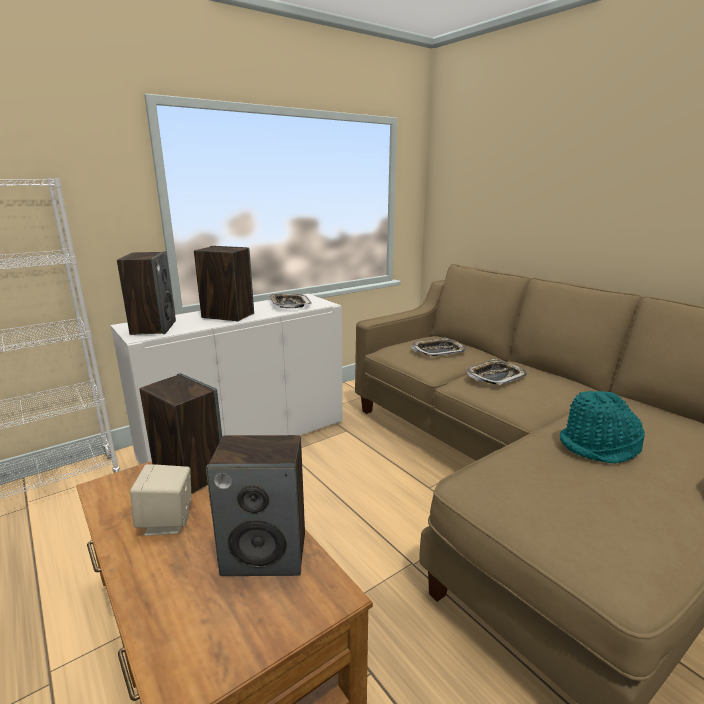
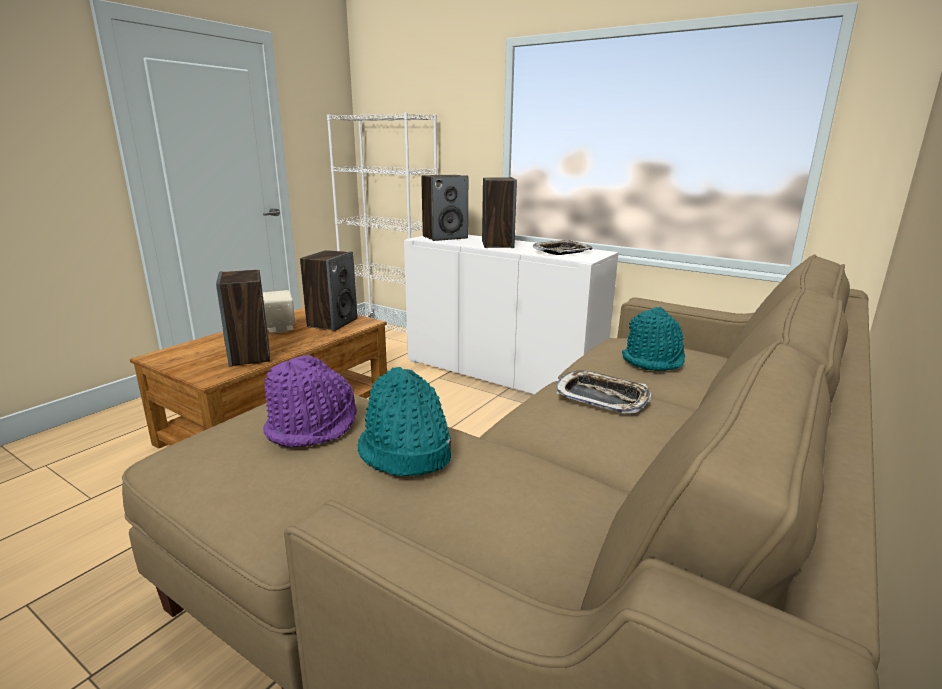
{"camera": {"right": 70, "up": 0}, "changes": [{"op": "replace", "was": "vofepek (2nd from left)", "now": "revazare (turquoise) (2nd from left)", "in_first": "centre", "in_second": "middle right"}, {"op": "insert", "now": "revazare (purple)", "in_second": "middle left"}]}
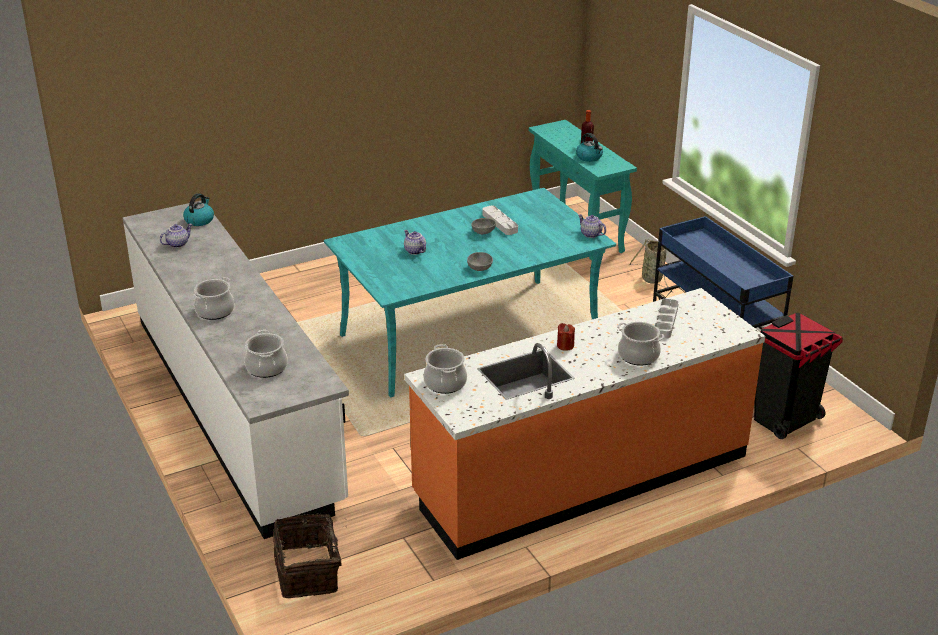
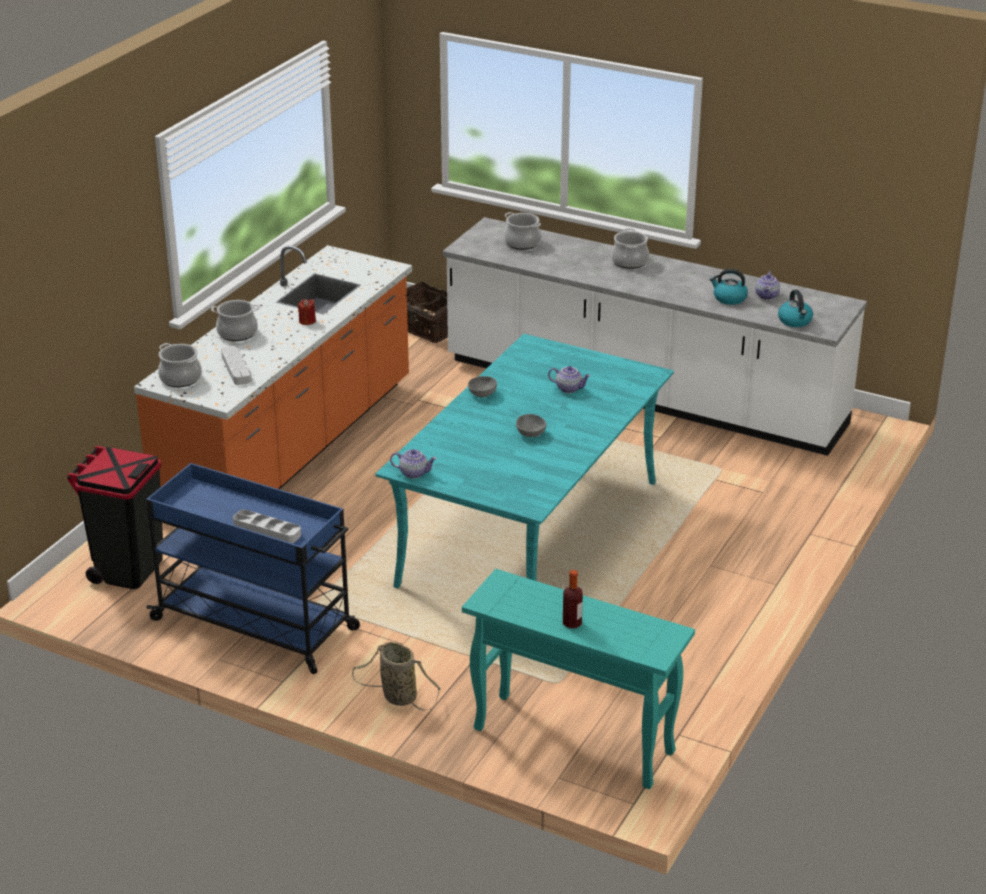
{"camera": {"right": 145, "up": 0}, "changes": [{"op": "move", "was": "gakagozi (3rd from left in the first image)", "now": "gakagozi (1st from left)", "in_first": "centre", "in_second": "middle left"}, {"op": "move", "was": "vofepek (grey) (1st from left in the first image)", "now": "vofepek (grey) (2nd from left)", "in_first": "centre", "in_second": "middle left"}, {"op": "move", "was": "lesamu (2nd from left in the first image)", "now": "lesamu (1st from left)", "in_first": "top centre", "in_second": "top right"}]}
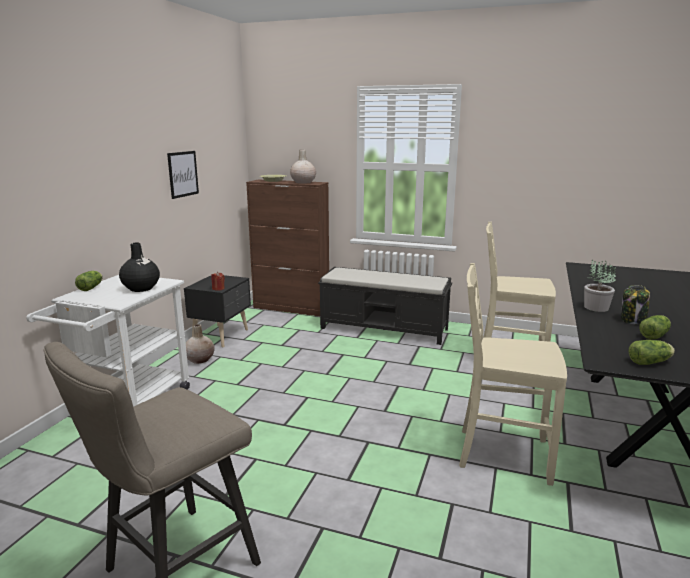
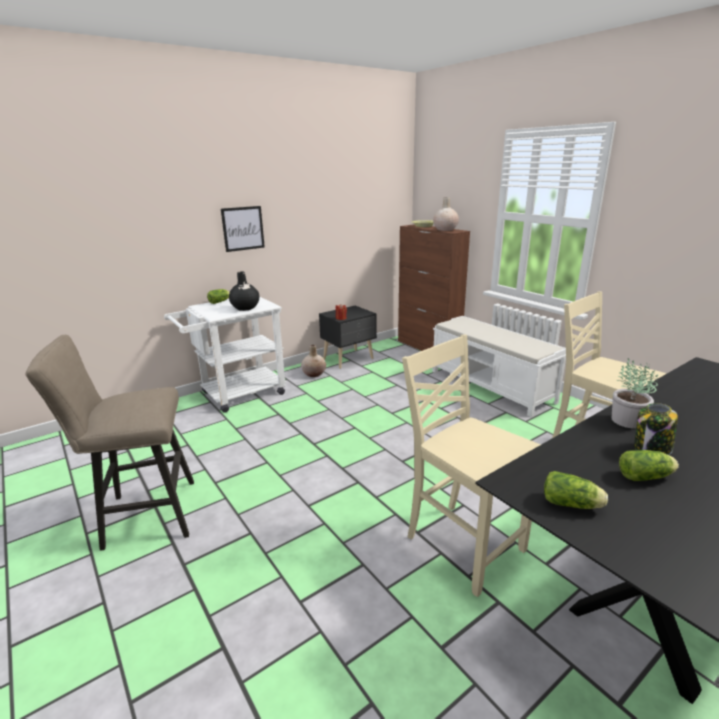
{"camera": {"right": 35, "up": 5}, "changes": [{"op": "move", "was": "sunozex", "in_first": "top left", "in_second": "top centre"}, {"op": "recolor", "was": "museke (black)", "now": "museke (white)", "in_first": "centre", "in_second": "middle right"}]}
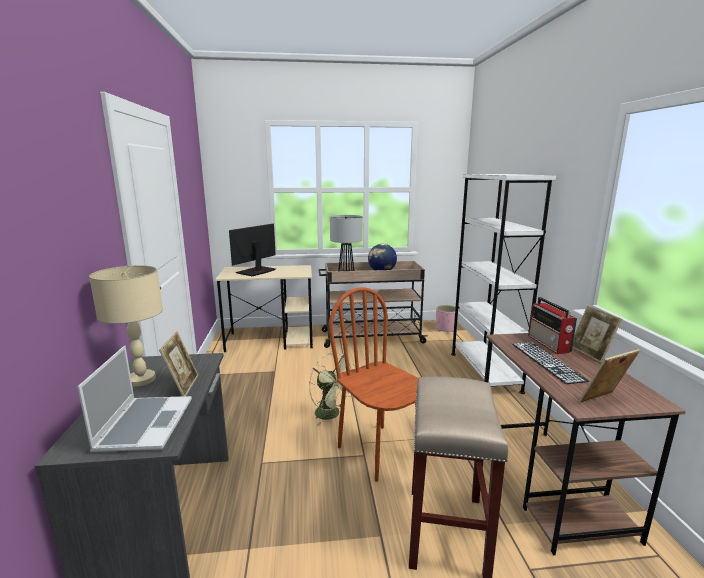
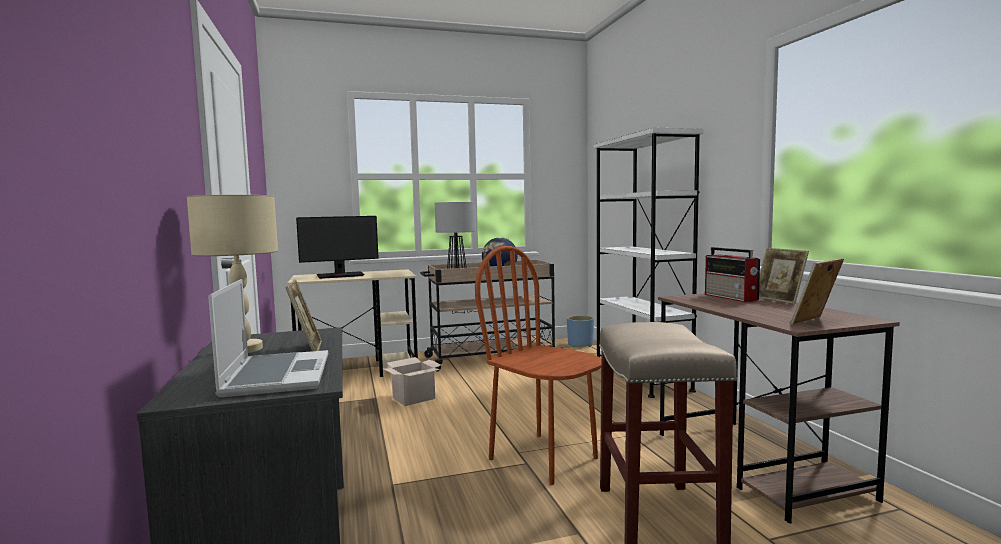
{"camera": {"right": -10, "up": -10}, "changes": [{"op": "rotate", "was": "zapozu", "in_first": "centre", "in_second": "centre", "clockwise": -135}, {"op": "delete", "was": "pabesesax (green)", "in_first": "bottom centre"}, {"op": "recolor", "was": "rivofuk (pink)", "now": "rivofuk (blue)", "in_first": "centre", "in_second": "centre"}, {"op": "delete", "was": "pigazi", "in_first": "middle right"}, {"op": "insert", "now": "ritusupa", "in_second": "bottom centre"}]}
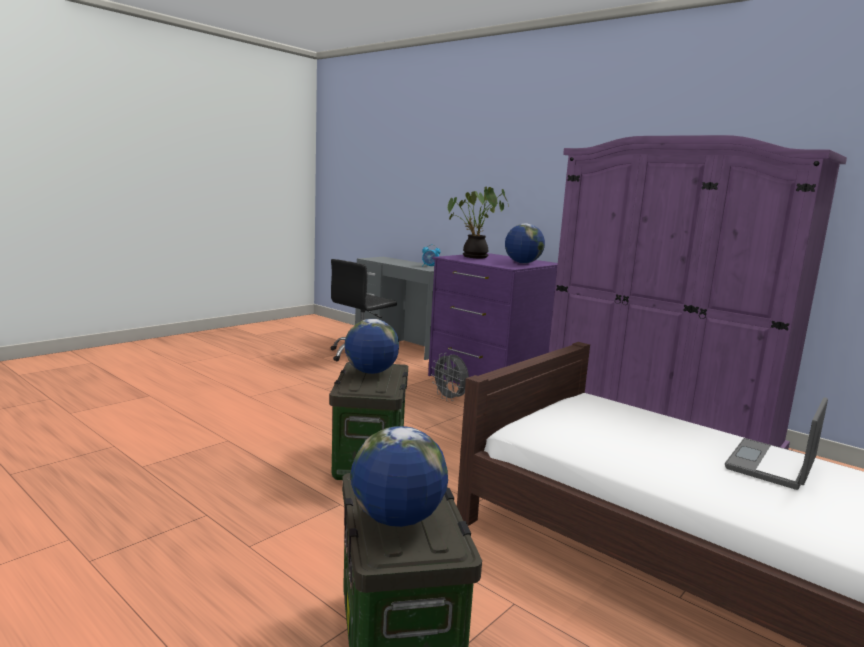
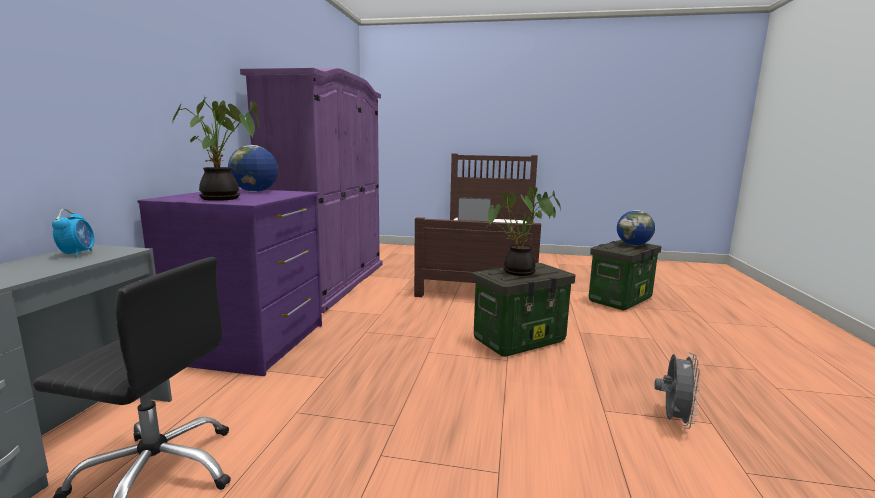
{"camera": {"right": -120, "up": 0}, "changes": [{"op": "replace", "was": "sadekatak (1st from left)", "now": "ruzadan (2nd from left)", "in_first": "centre", "in_second": "centre"}, {"op": "move", "was": "pabesesax (grey)", "in_first": "centre", "in_second": "bottom right"}]}
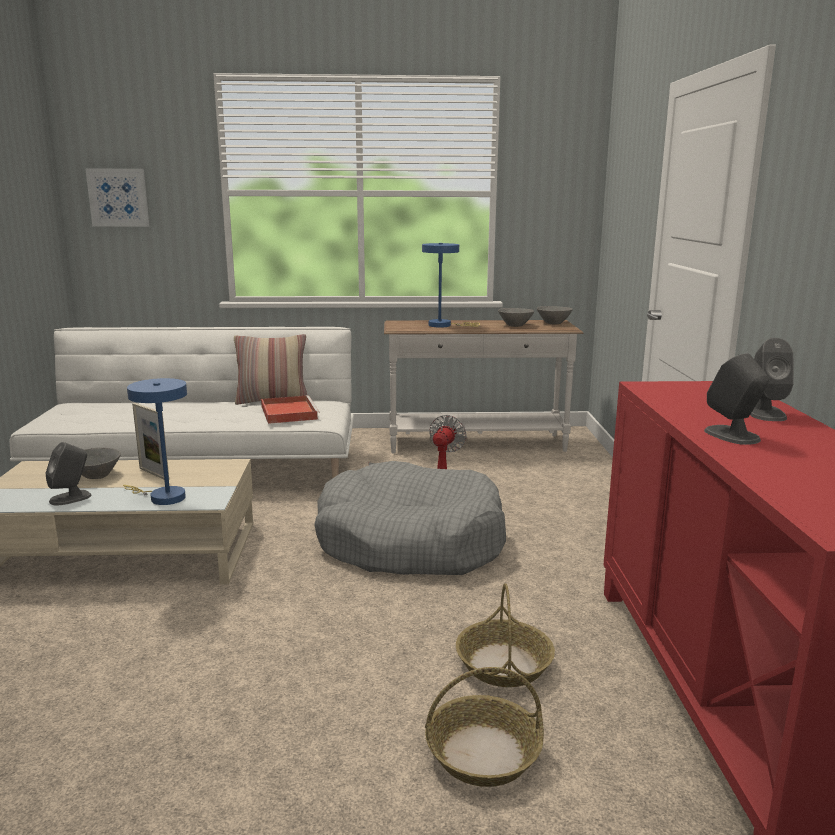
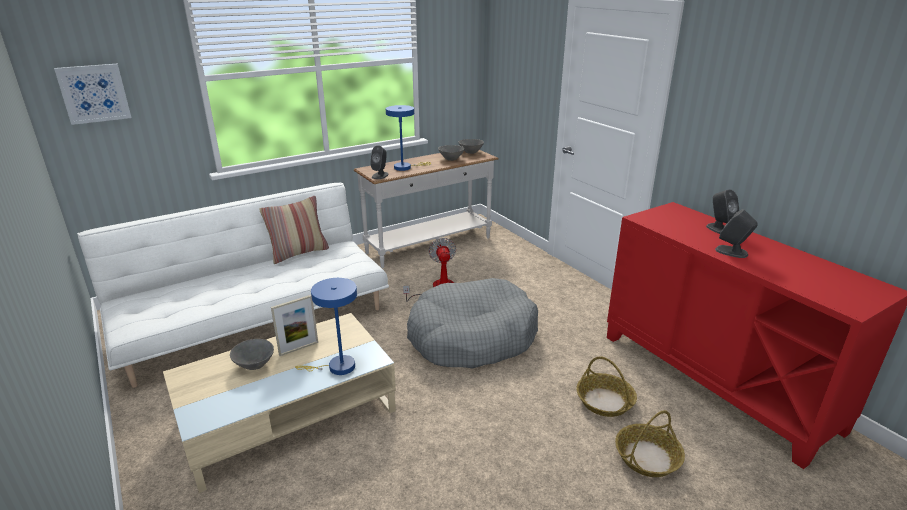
{"camera": {"right": -30, "up": 10}, "changes": [{"op": "move", "was": "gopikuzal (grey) (1st from left)", "in_first": "middle left", "in_second": "top centre"}, {"op": "rotate", "was": "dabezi", "in_first": "middle left", "in_second": "middle left", "clockwise": -45}, {"op": "delete", "was": "vofepek (red)", "in_first": "centre"}]}
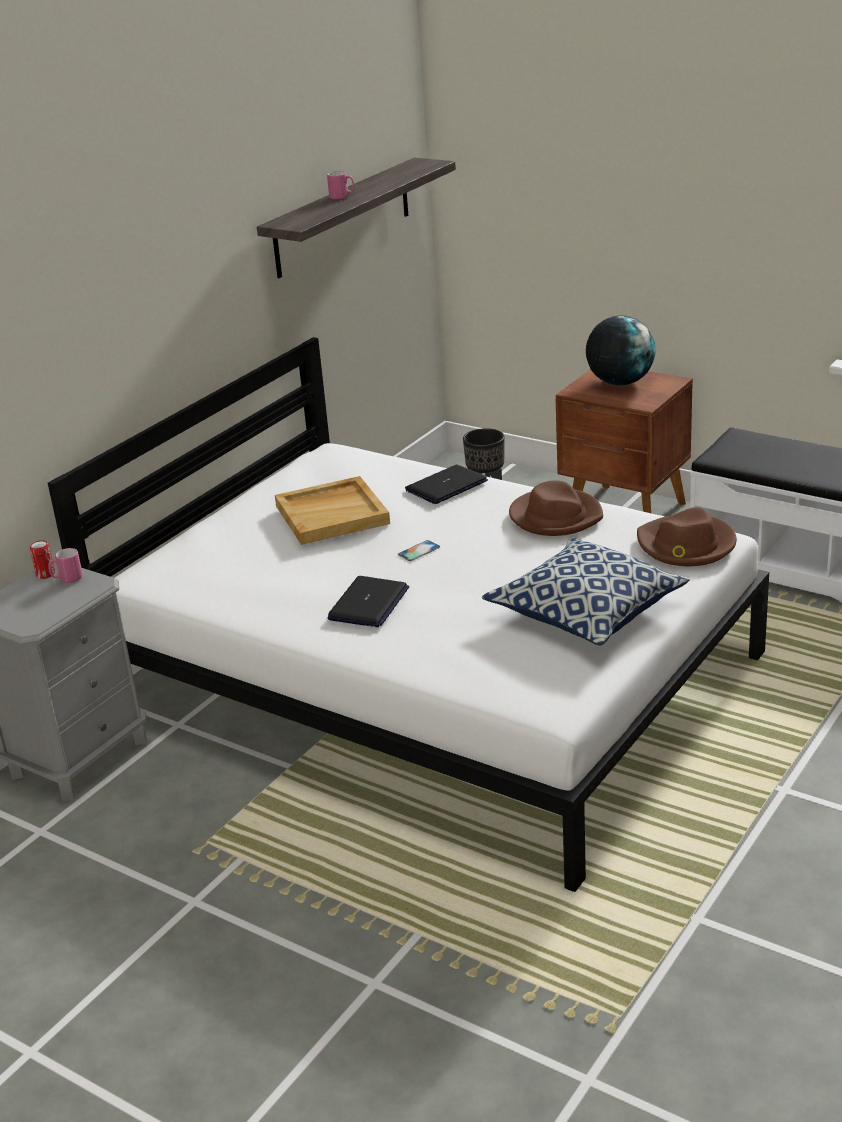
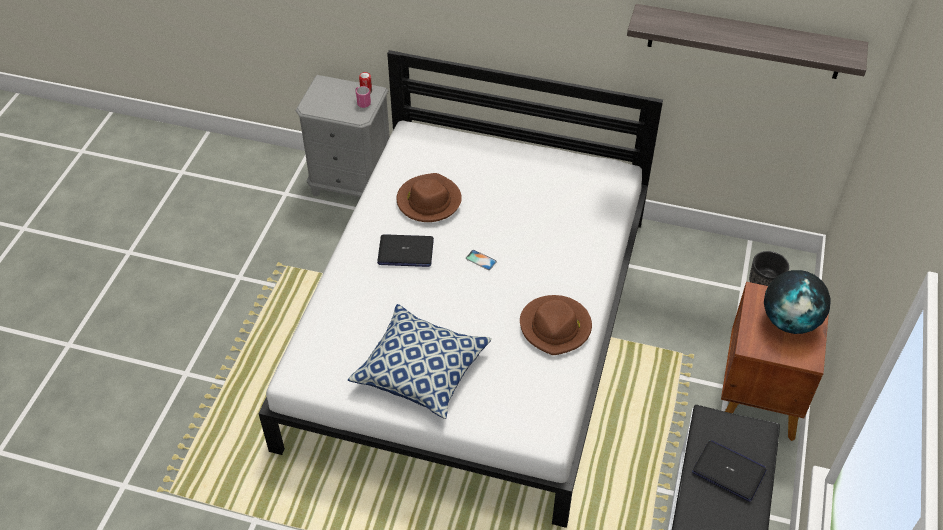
{"camera": {"right": 70, "up": 20}, "changes": [{"op": "delete", "was": "vofepek (beige)", "in_first": "centre"}, {"op": "delete", "was": "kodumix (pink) (2nd from left)", "in_first": "top centre"}, {"op": "move", "was": "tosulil (2nd from left)", "in_first": "centre", "in_second": "bottom right"}, {"op": "move", "was": "revazare (brown) (2nd from left in the first image)", "now": "revazare (brown) (1st from left)", "in_first": "middle right", "in_second": "centre"}]}
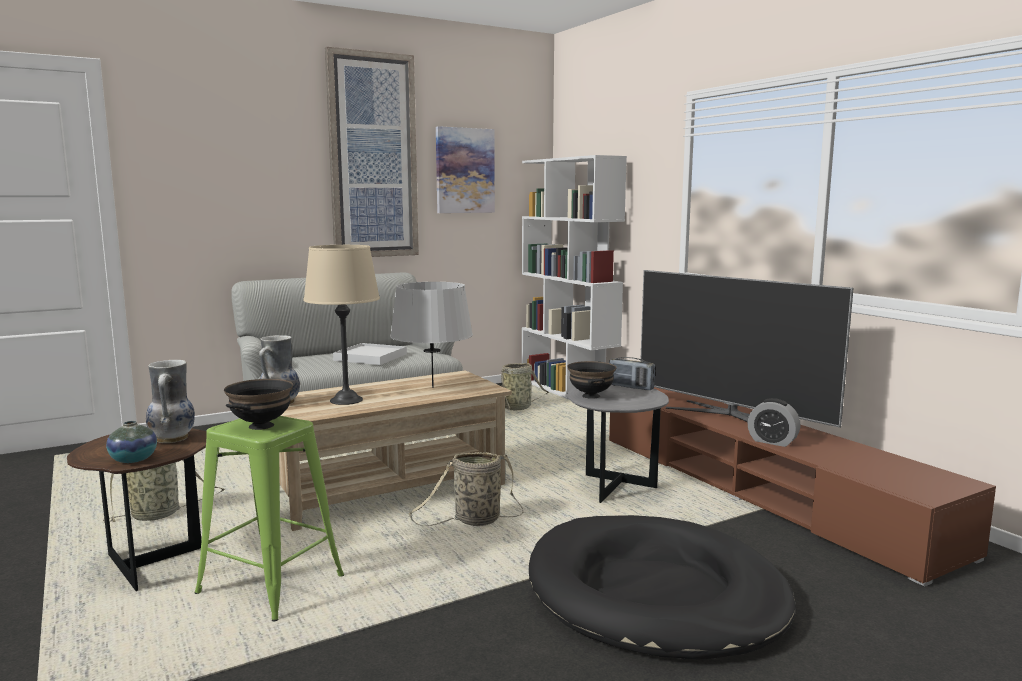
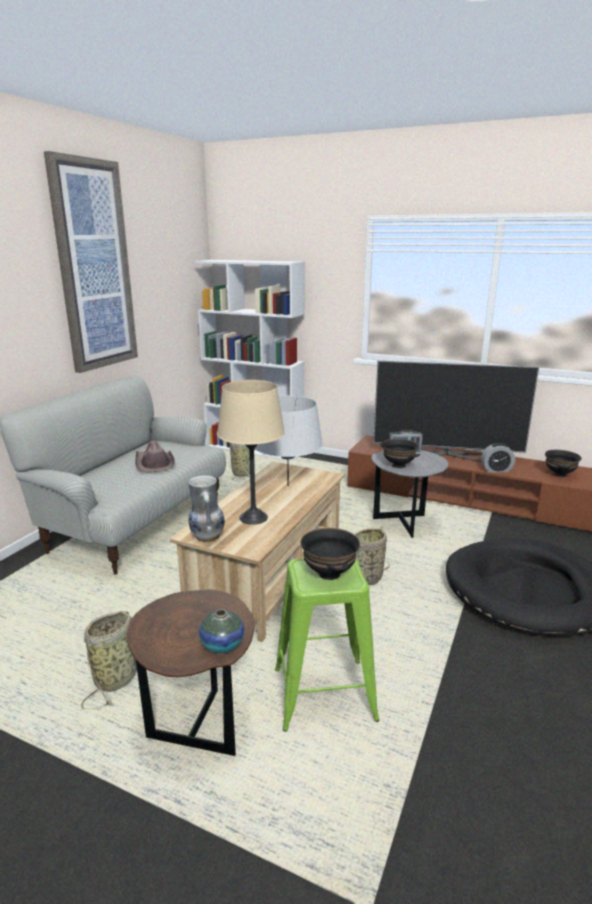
{"camera": {"right": -35, "up": 10}, "changes": [{"op": "delete", "was": "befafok (2nd from left)", "in_first": "middle left"}, {"op": "replace", "was": "vofepek (white)", "now": "revazare (brown)", "in_first": "centre", "in_second": "middle left"}, {"op": "delete", "was": "sunozex (2nd from left)", "in_first": "top centre"}, {"op": "insert", "now": "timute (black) (3rd from left)", "in_second": "middle right"}]}
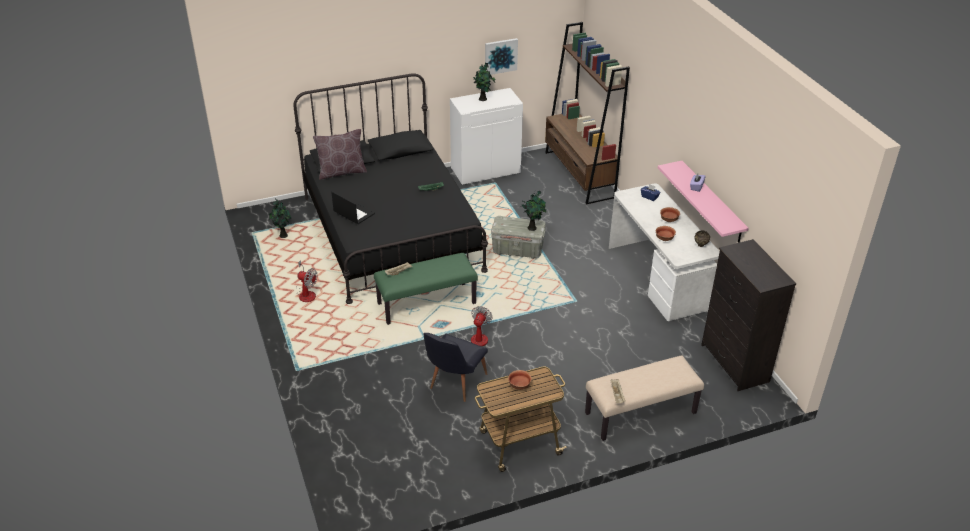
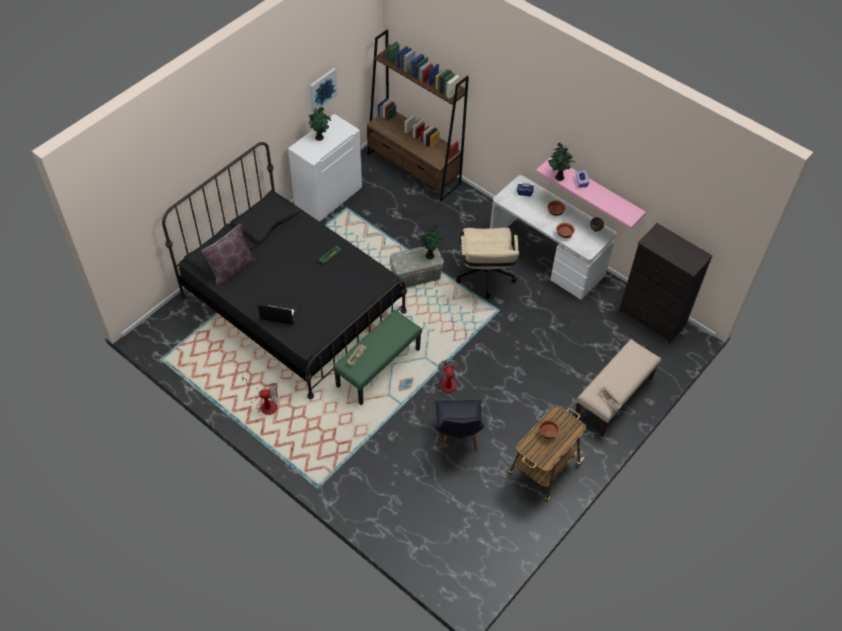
{"camera": {"right": -30, "up": 15}, "changes": [{"op": "move", "was": "ruzadan (1st from left in the first image)", "now": "ruzadan (3rd from left)", "in_first": "middle left", "in_second": "top right"}, {"op": "insert", "now": "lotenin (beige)", "in_second": "centre"}]}
